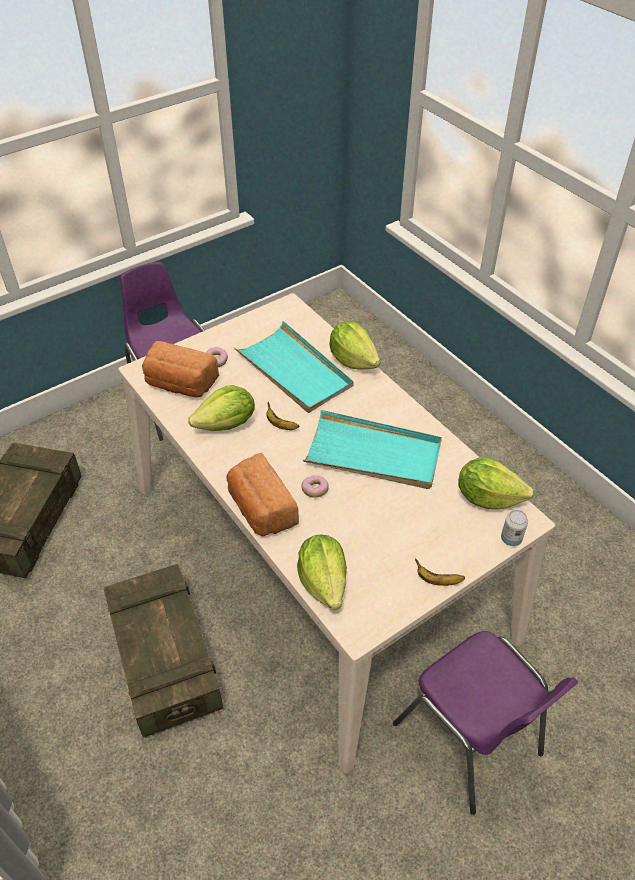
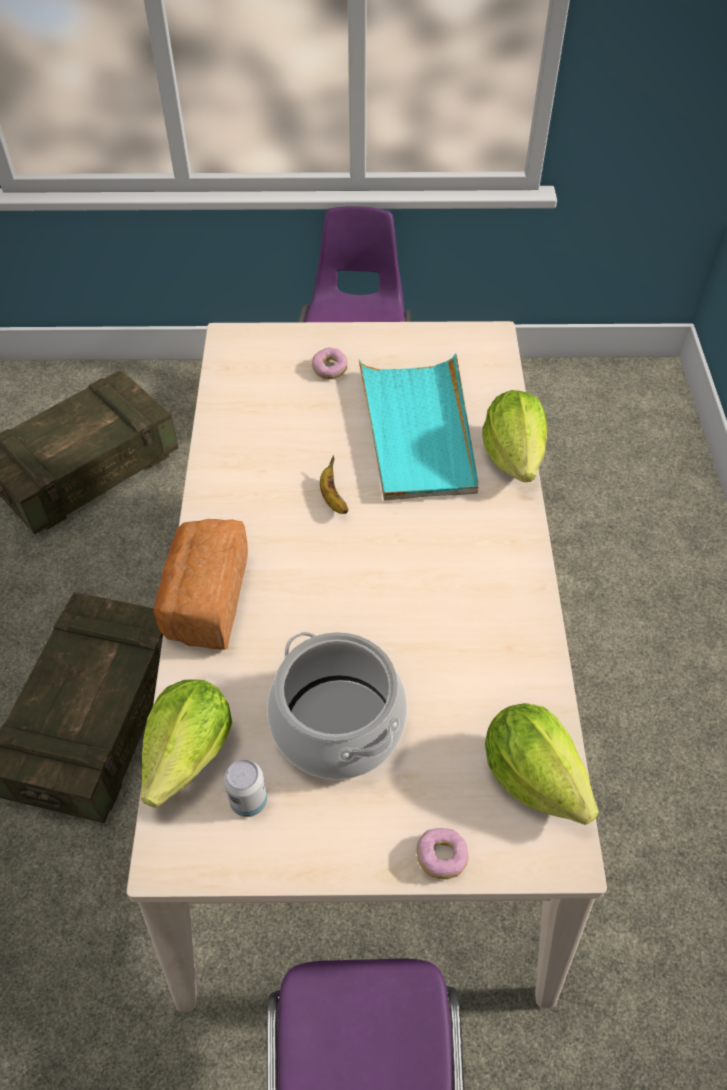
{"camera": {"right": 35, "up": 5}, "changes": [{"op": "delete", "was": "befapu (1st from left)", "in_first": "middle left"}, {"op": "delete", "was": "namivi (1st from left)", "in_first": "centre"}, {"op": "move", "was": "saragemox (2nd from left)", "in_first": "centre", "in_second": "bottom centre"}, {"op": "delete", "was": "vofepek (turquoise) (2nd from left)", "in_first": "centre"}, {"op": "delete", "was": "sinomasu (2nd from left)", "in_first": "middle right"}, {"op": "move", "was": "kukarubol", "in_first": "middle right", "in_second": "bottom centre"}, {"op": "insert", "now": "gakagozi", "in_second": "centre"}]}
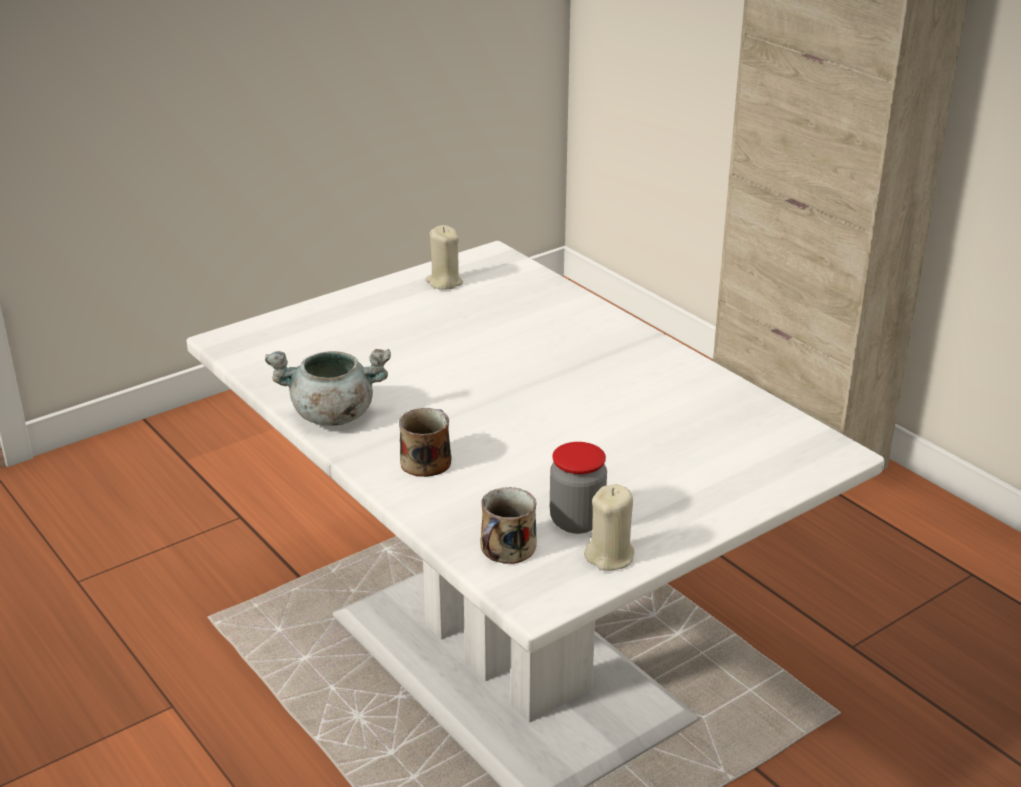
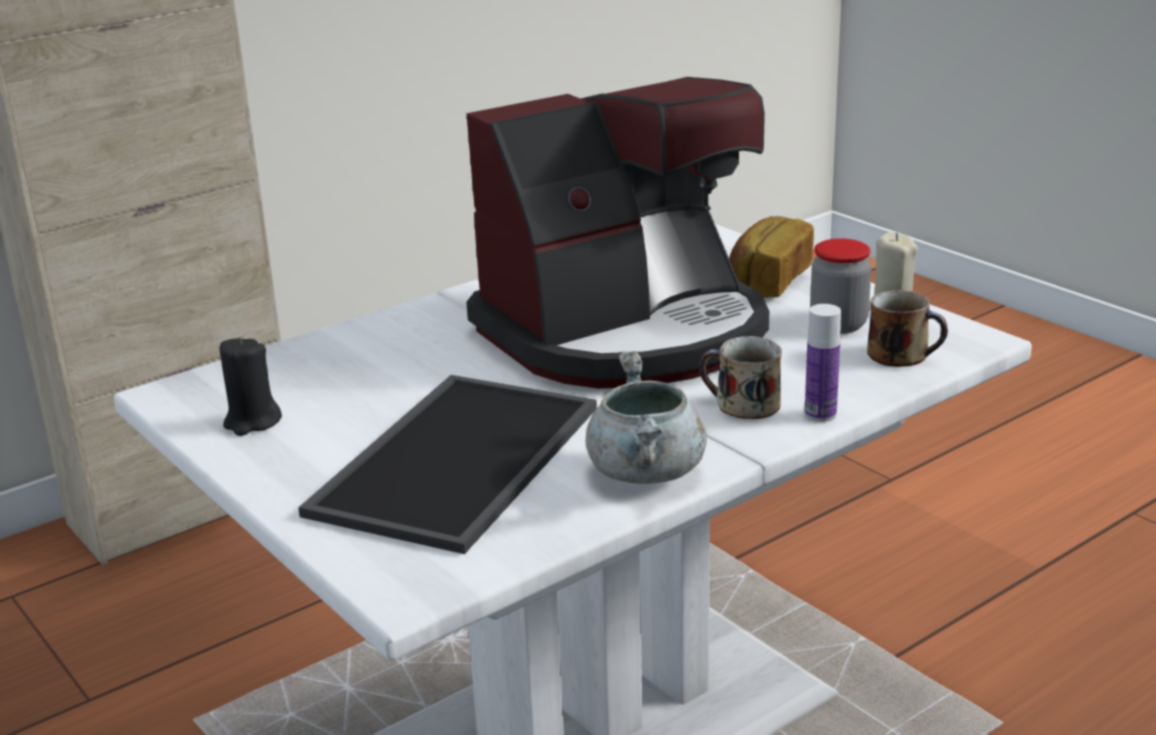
{"camera": {"right": -90, "up": -5}, "changes": [{"op": "recolor", "was": "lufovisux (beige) (1st from left)", "now": "lufovisux (black)", "in_first": "top centre", "in_second": "middle left"}, {"op": "insert", "now": "vofepek", "in_second": "centre"}, {"op": "insert", "now": "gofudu", "in_second": "top centre"}, {"op": "insert", "now": "befapu", "in_second": "middle right"}, {"op": "insert", "now": "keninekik", "in_second": "middle right"}]}
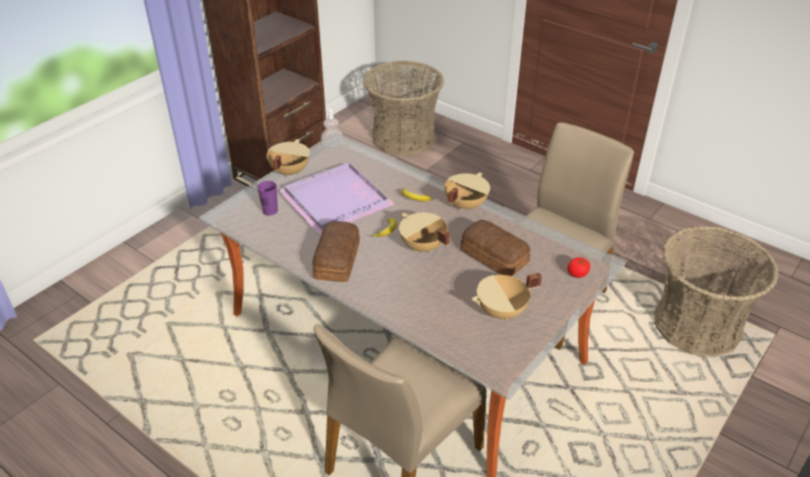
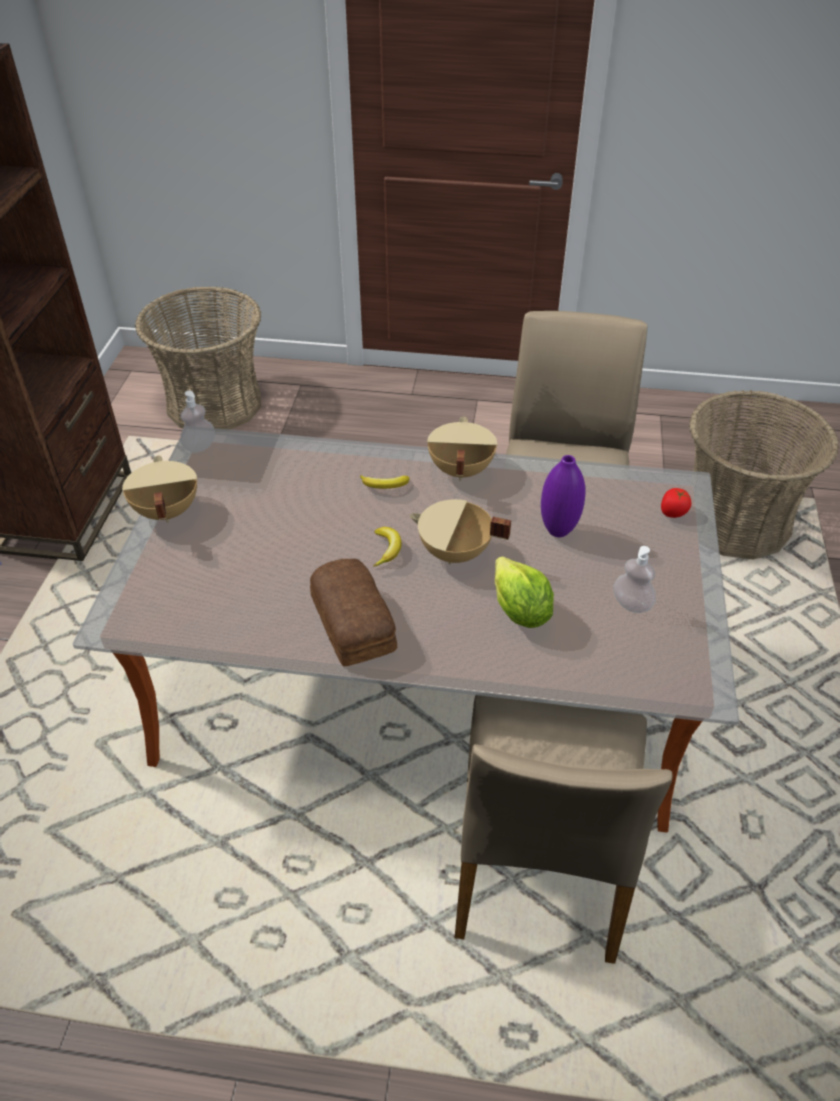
{"camera": {"right": -30, "up": 5}, "changes": [{"op": "delete", "was": "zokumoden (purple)", "in_first": "middle left"}, {"op": "delete", "was": "vofepek (purple)", "in_first": "centre"}, {"op": "replace", "was": "befapu (2nd from left)", "now": "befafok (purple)", "in_first": "centre", "in_second": "middle right"}, {"op": "replace", "was": "gakagozi (beige) (4th from left)", "now": "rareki (2nd from left)", "in_first": "centre", "in_second": "middle right"}, {"op": "insert", "now": "namivi", "in_second": "centre"}]}
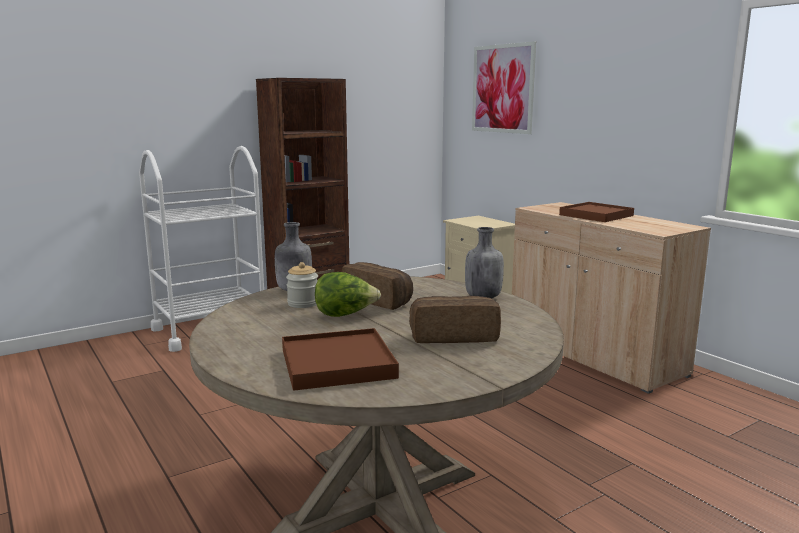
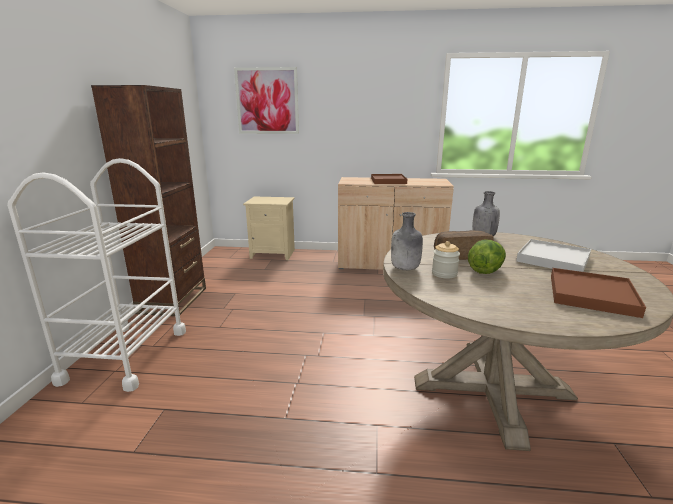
{"camera": {"right": -50, "up": 5}, "changes": [{"op": "replace", "was": "befapu (2nd from left)", "now": "vofepek (white)", "in_first": "centre", "in_second": "middle right"}]}
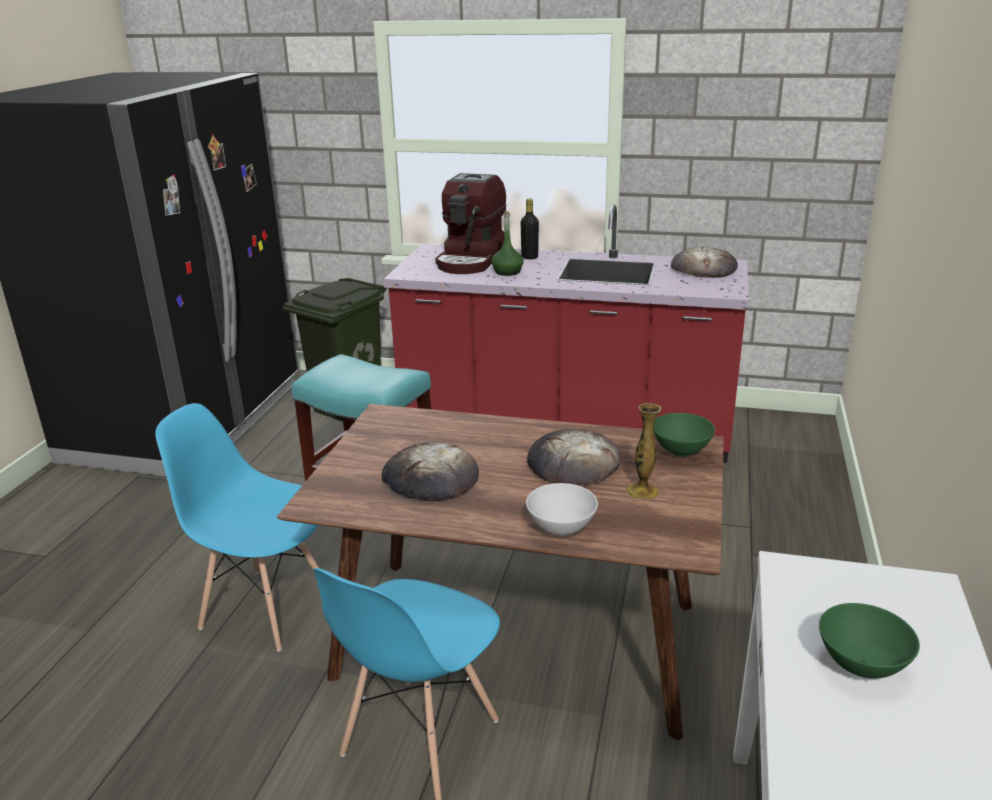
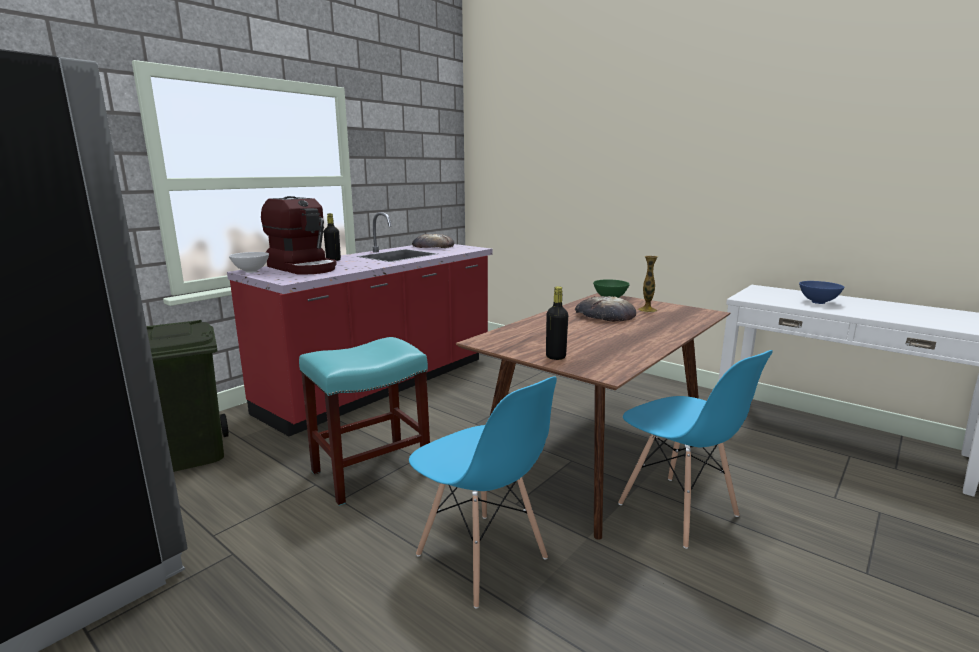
{"camera": {"right": -65, "up": -10}, "changes": [{"op": "rotate", "was": "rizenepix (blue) (1st from left)", "in_first": "middle left", "in_second": "bottom centre", "clockwise": -90}, {"op": "delete", "was": "befapu (1st from left)", "in_first": "centre"}, {"op": "delete", "was": "keninekik (green)", "in_first": "top centre"}, {"op": "move", "was": "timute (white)", "in_first": "centre", "in_second": "middle left"}, {"op": "recolor", "was": "timute (green) (2nd from left)", "now": "timute (blue)", "in_first": "bottom right", "in_second": "middle right"}, {"op": "insert", "now": "keninekik (black) (2nd from left)", "in_second": "centre"}]}
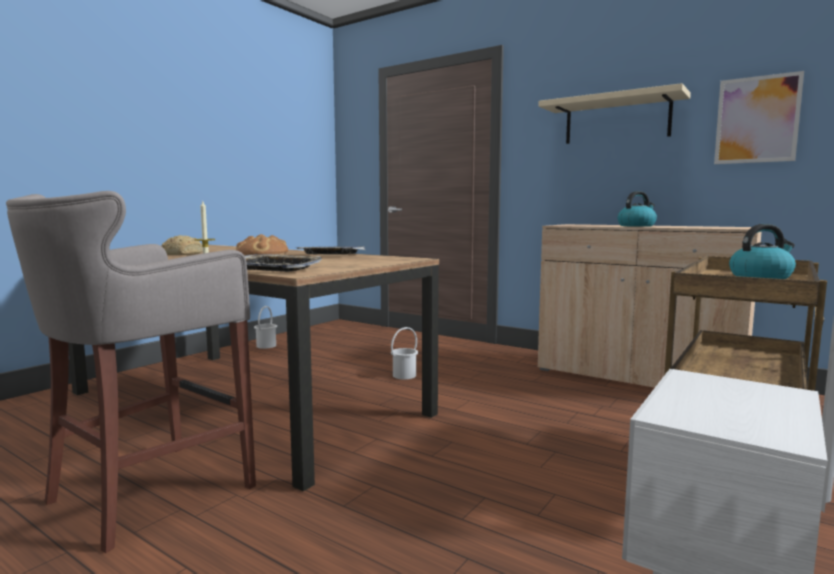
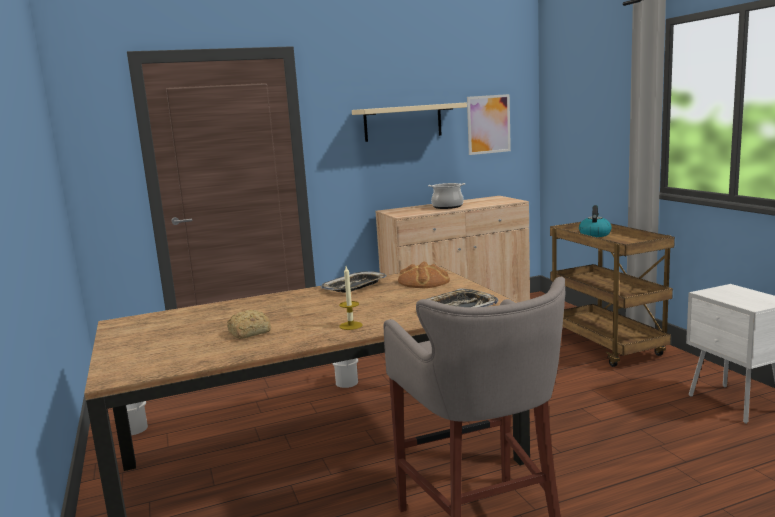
{"camera": {"right": -55, "up": 5}, "changes": [{"op": "move", "was": "befapu (2nd from left)", "in_first": "middle left", "in_second": "centre"}, {"op": "replace", "was": "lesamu (1st from left)", "now": "gakagozi", "in_first": "middle right", "in_second": "centre"}]}
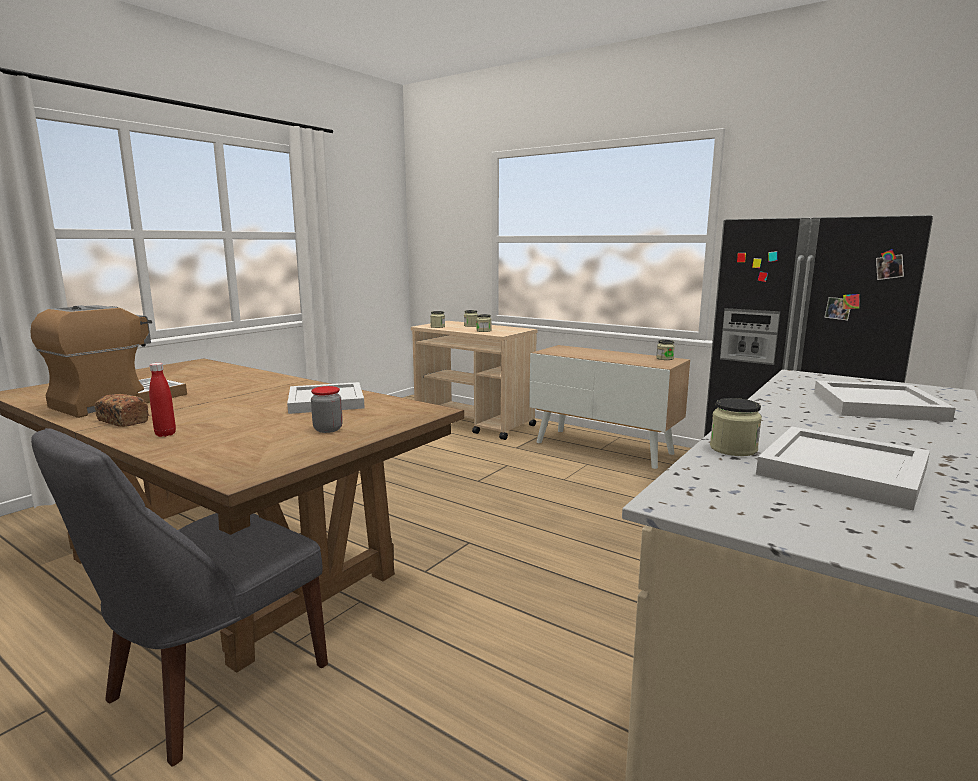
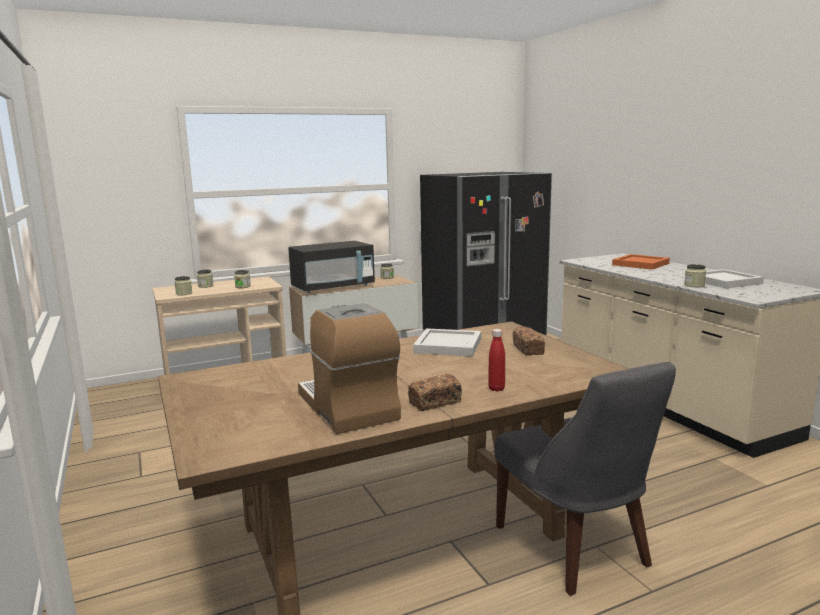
{"camera": {"right": -60, "up": 0}, "changes": [{"op": "replace", "was": "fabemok (1st from left)", "now": "befapu (2nd from left)", "in_first": "centre", "in_second": "centre"}, {"op": "recolor", "was": "vofepek (white) (3rd from left)", "now": "vofepek (orange)", "in_first": "middle right", "in_second": "middle right"}, {"op": "insert", "now": "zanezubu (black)", "in_second": "centre"}]}
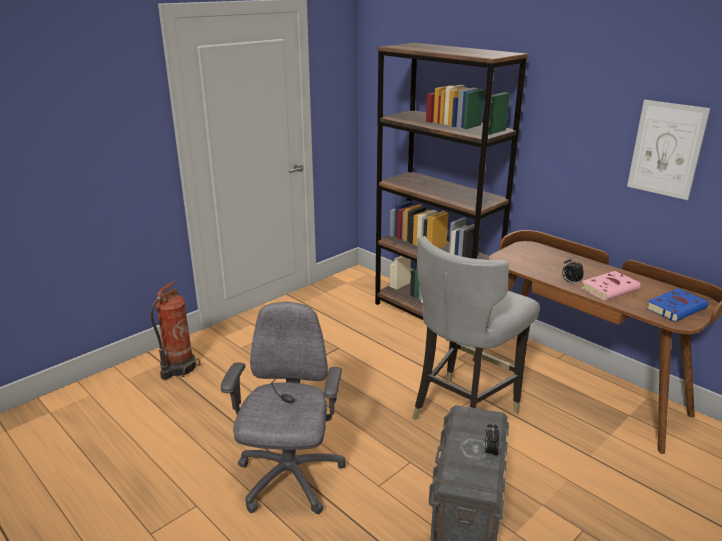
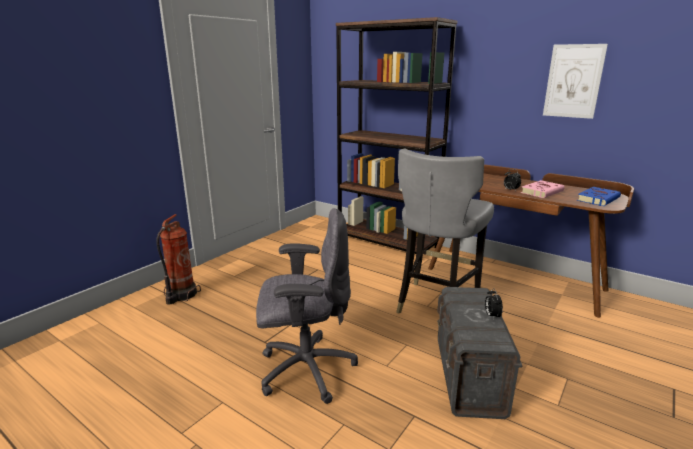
{"camera": {"right": -10, "up": -5}, "changes": [{"op": "rotate", "was": "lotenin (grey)", "in_first": "bottom centre", "in_second": "bottom centre", "clockwise": 90}]}
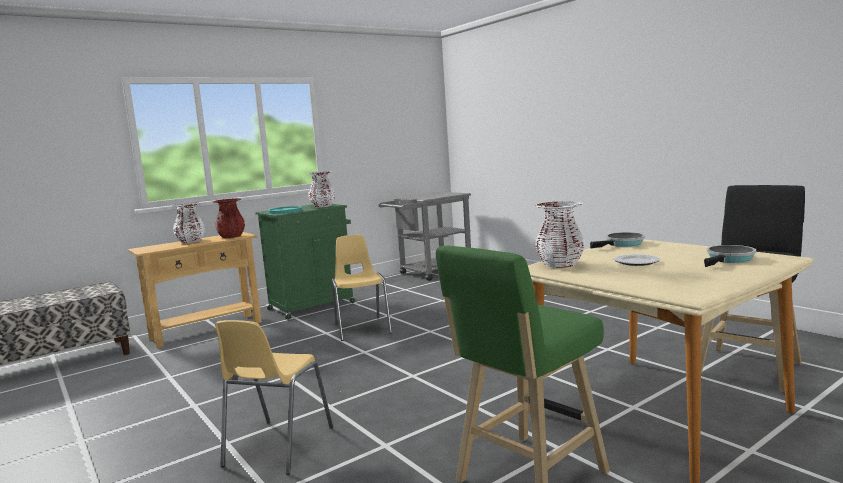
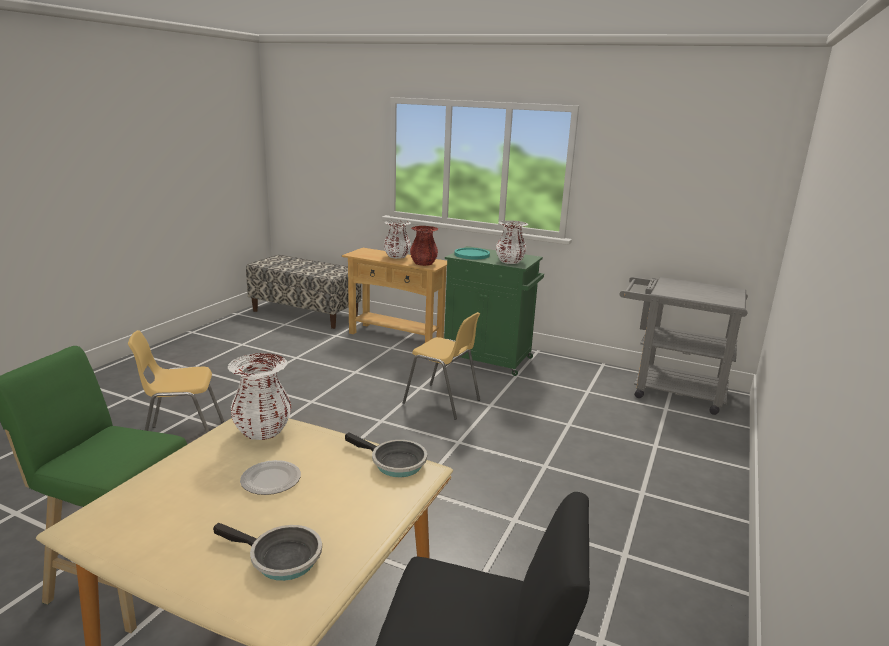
{"camera": {"right": 60, "up": 10}, "changes": [{"op": "rotate", "was": "rizenepix (yellow) (2nd from left)", "in_first": "centre", "in_second": "centre", "clockwise": 75}]}
